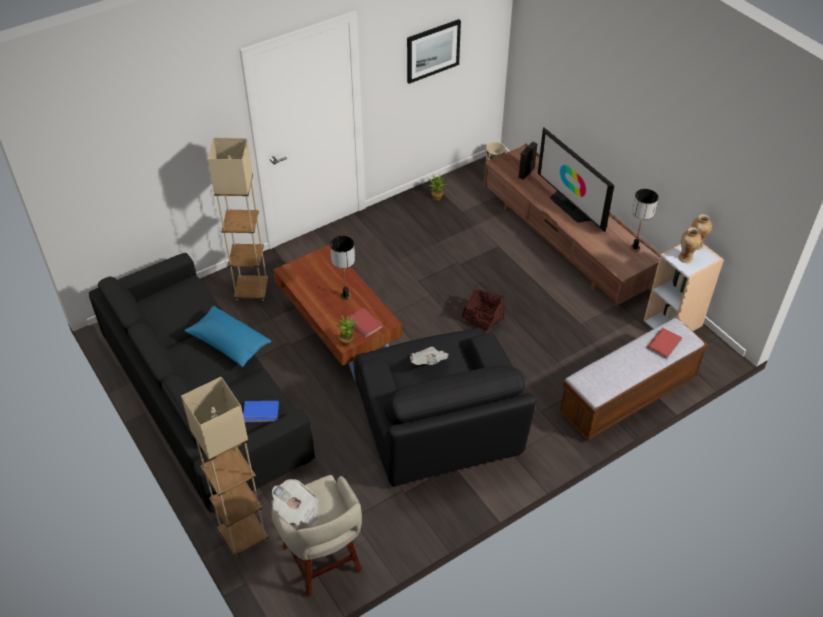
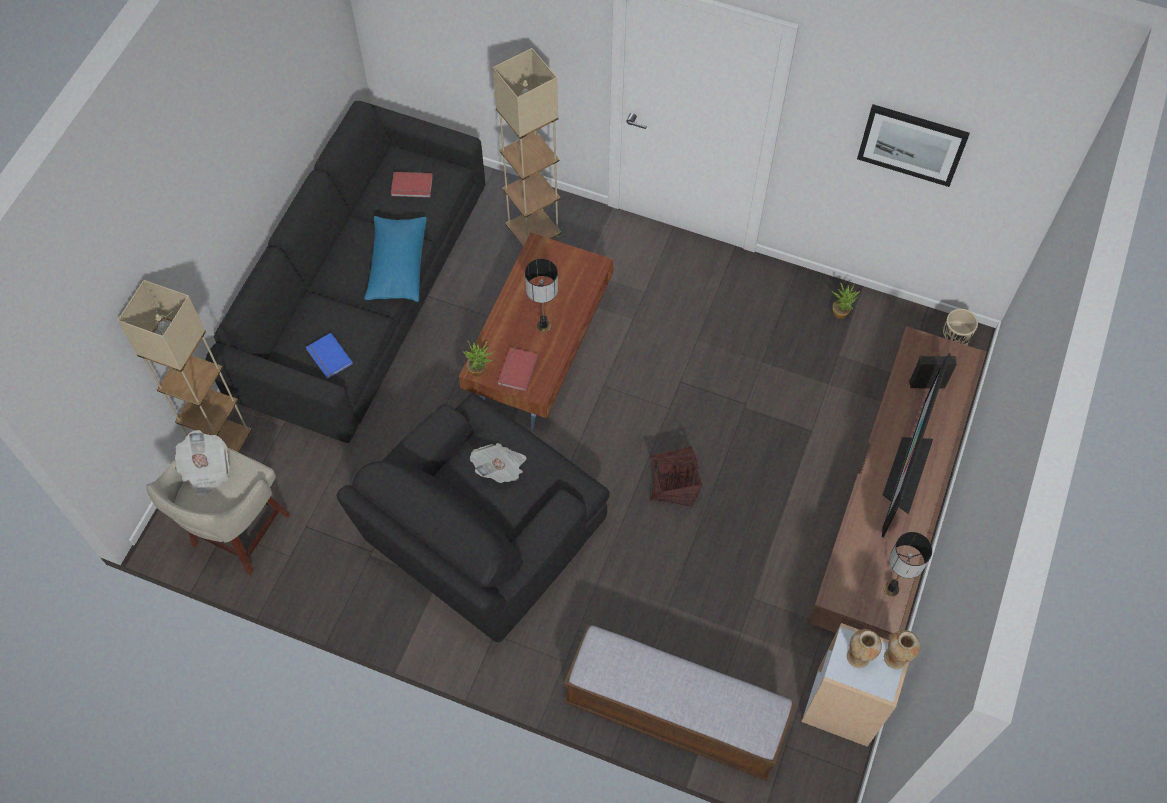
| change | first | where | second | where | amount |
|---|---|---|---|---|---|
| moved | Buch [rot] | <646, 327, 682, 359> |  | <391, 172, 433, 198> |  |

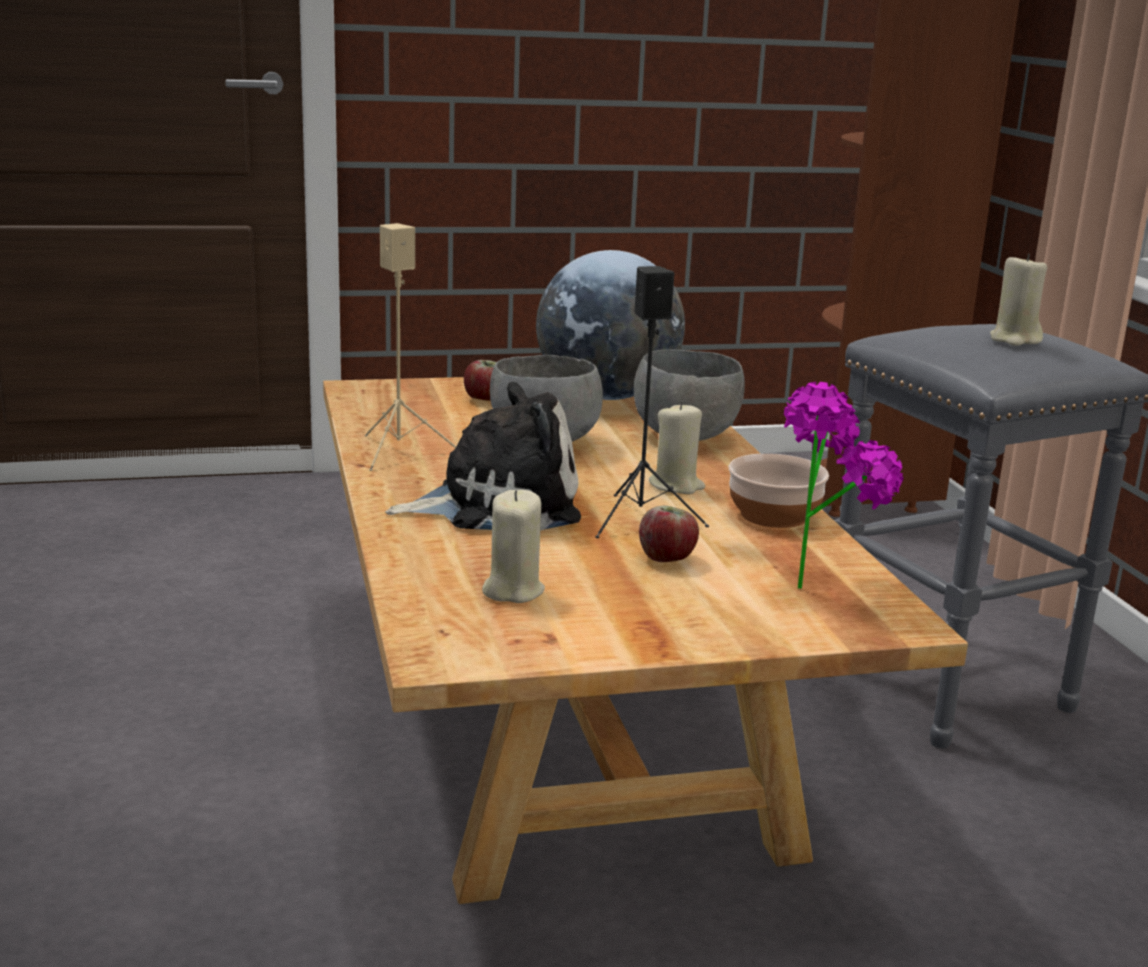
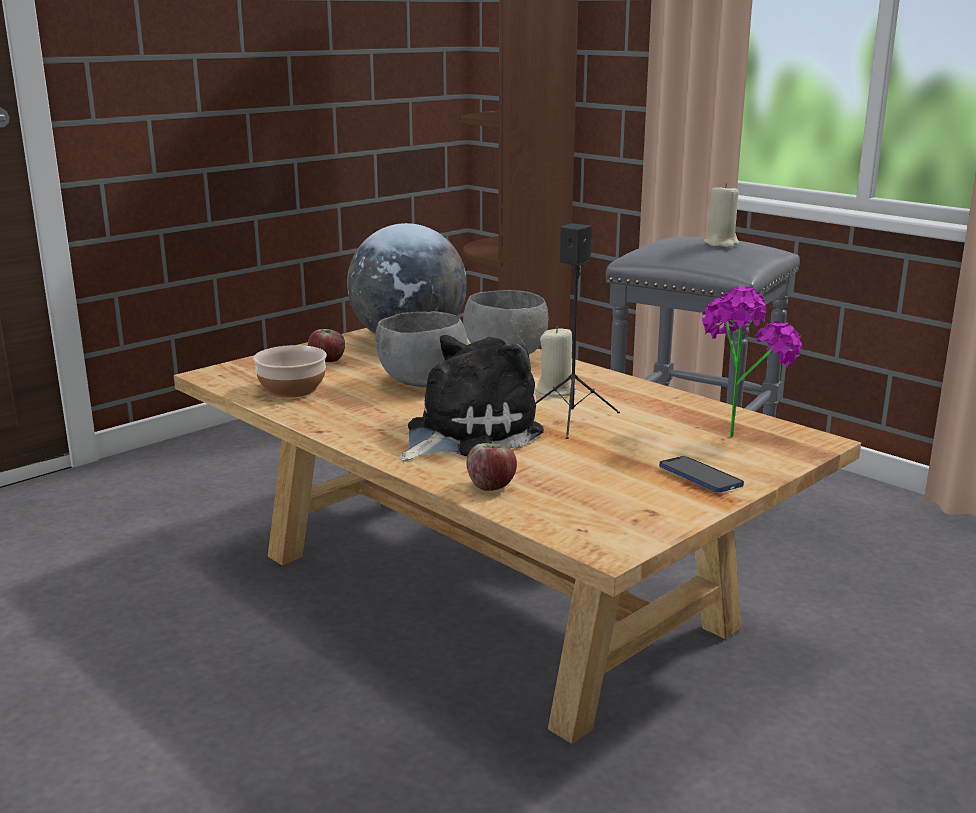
| change | first | where | second | where | amount |
|---|---|---|---|---|---|
| removed | Lautsprecher [beige] | <365, 223, 456, 471> |  |  |  |
| removed | Kerze [beige] | <482, 490, 545, 603> |  |  |  |
| moved | Apfel | <639, 506, 699, 562> |  | <466, 443, 517, 491> |  |
| moved | Schüssel | <729, 453, 829, 528> |  | <253, 345, 327, 398> |  |
| added |  |  | Handy | <659, 456, 744, 492> |  |

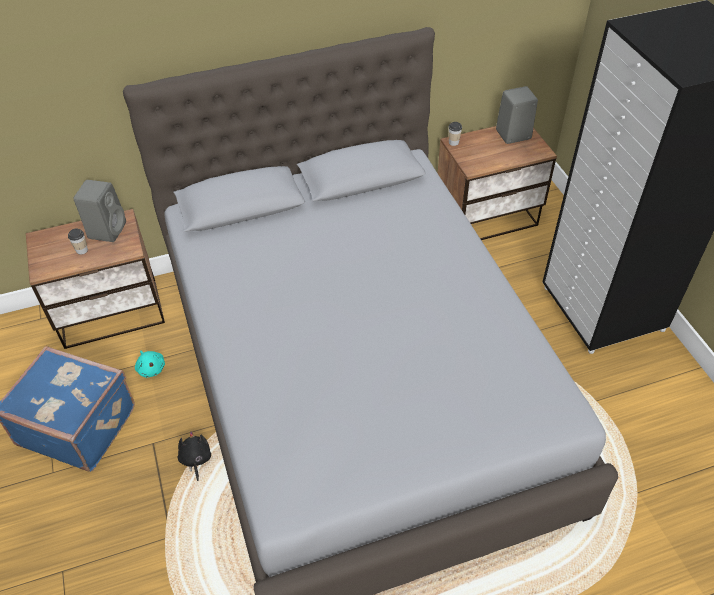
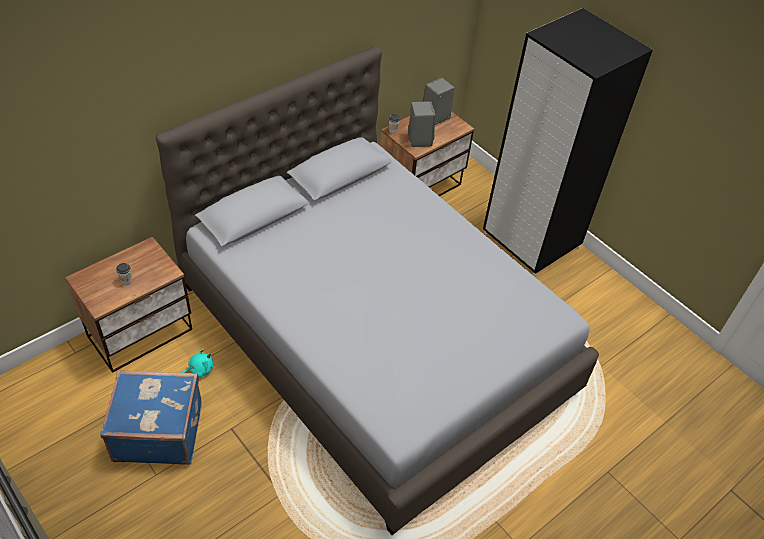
| change | first | where | second | where | amount |
|---|---|---|---|---|---|
| moved | Lautsprecher [grau] | <74, 180, 126, 242> |  | <408, 101, 435, 147> |  |
| turned | Plüschtier [türkis] | <135, 351, 165, 378> |  | <181, 349, 214, 378> | 60 degrees counterclockwise |
| removed | Plüschtier [schwarz] | <178, 432, 211, 481> |  |  |  |

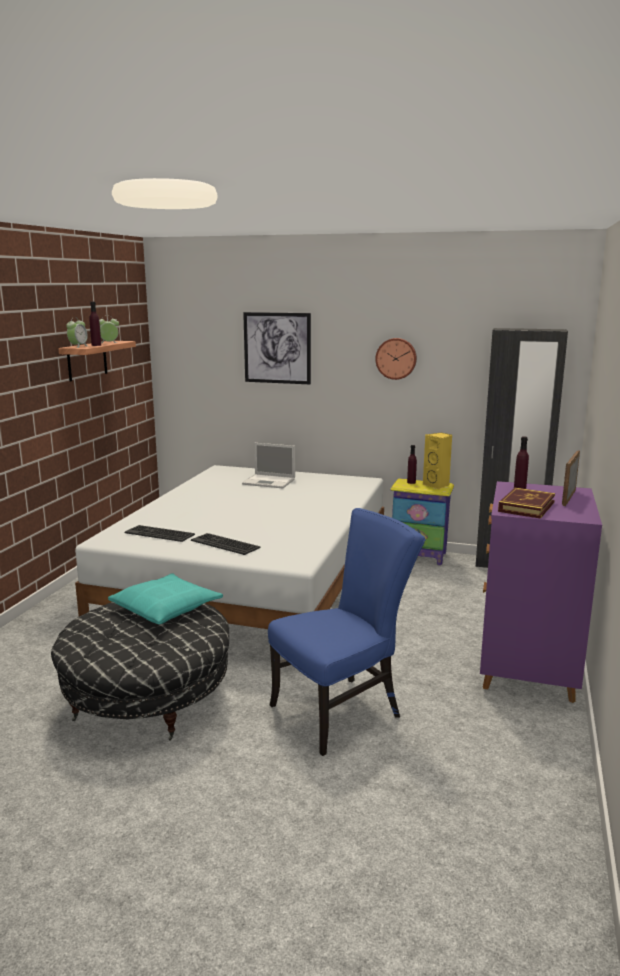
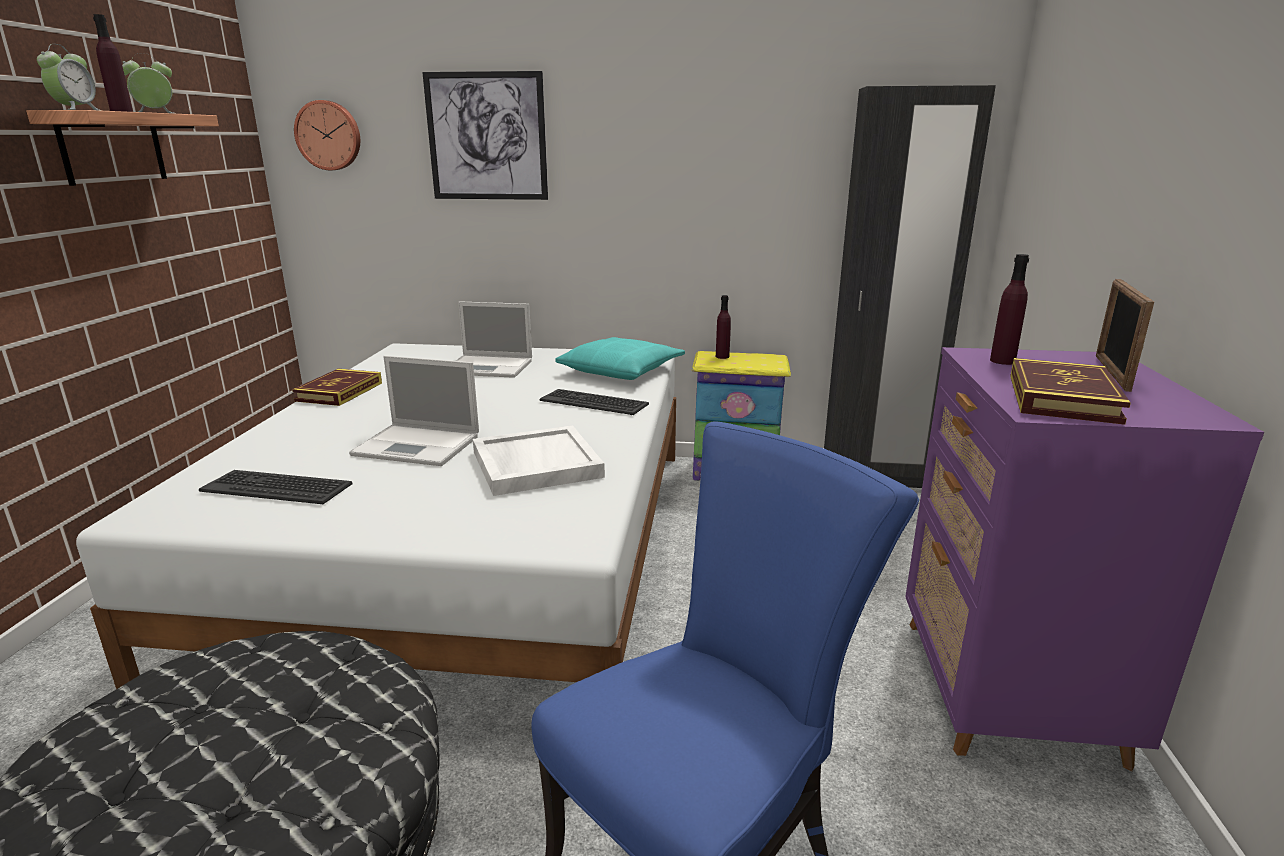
| change | first | where | second | where | amount |
|---|---|---|---|---|---|
| moved | Kissen [türkis] | <108, 573, 223, 624> |  | <555, 337, 685, 380> |  |
| moved | Tastatur | <191, 533, 261, 555> |  | <540, 389, 649, 415> |  |
| moved | Wanduhr | <375, 338, 417, 380> |  | <294, 100, 360, 170> |  |
| removed | Lautsprecher [gelb] | <423, 432, 452, 489> |  |  |  |
| added |  |  | Buch | <292, 369, 382, 406> |  |
| added |  |  | Laptop | <349, 356, 479, 466> |  |
| added |  |  | Tablett [weiß] | <473, 425, 605, 496> |  |

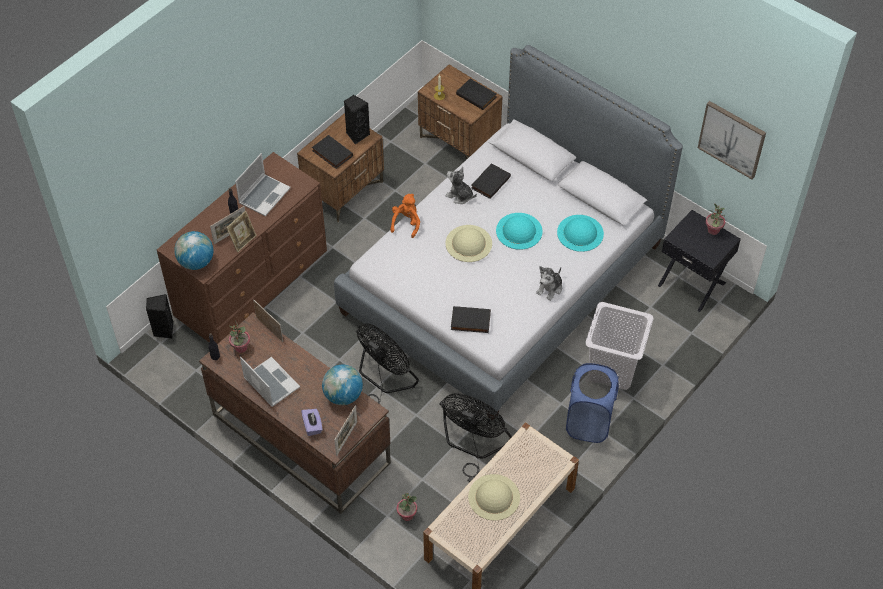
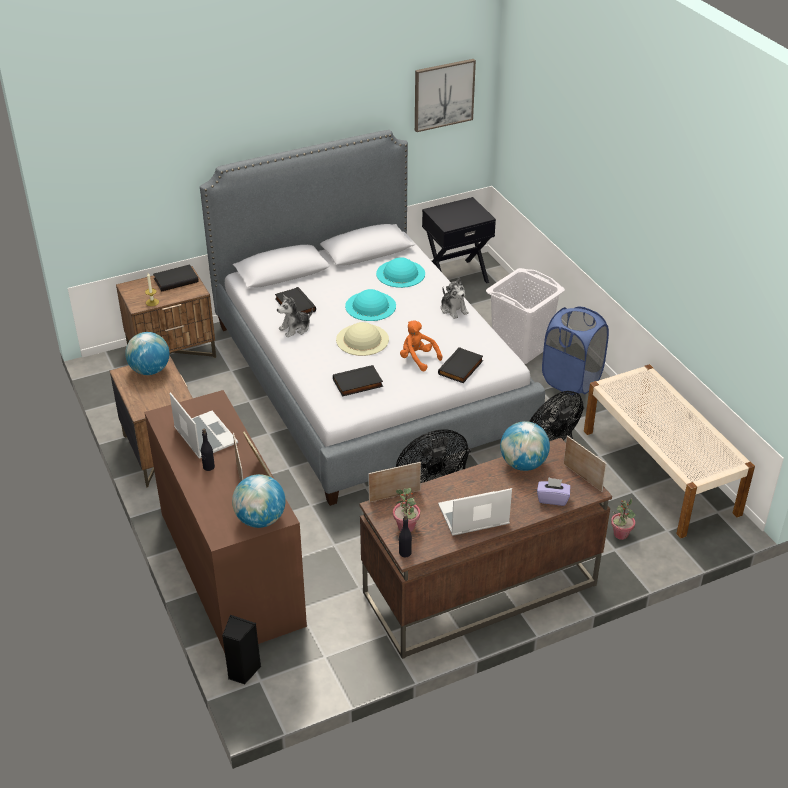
| change | first | where | second | where | amount |
|---|---|---|---|---|---|
| moved | Buch [schwarz] | <312, 135, 353, 169> |  | <333, 365, 383, 397> |  |
| replaced | Lautsprecher [schwarz] | <344, 95, 370, 144> | Globus | <125, 332, 169, 375> |  |
| moved | Plüschtier [orange] | <390, 194, 420, 238> |  | <400, 321, 443, 371> |  |
| removed | Hut [beige] | <468, 474, 520, 521> |  |  |  |
| removed | Topfpflanze | <706, 203, 725, 235> |  |  |  |

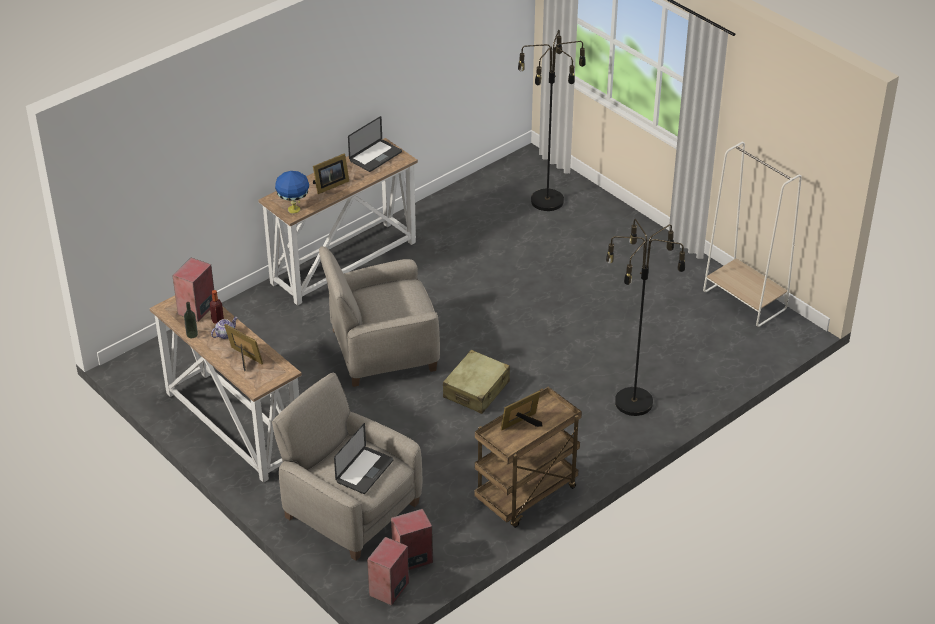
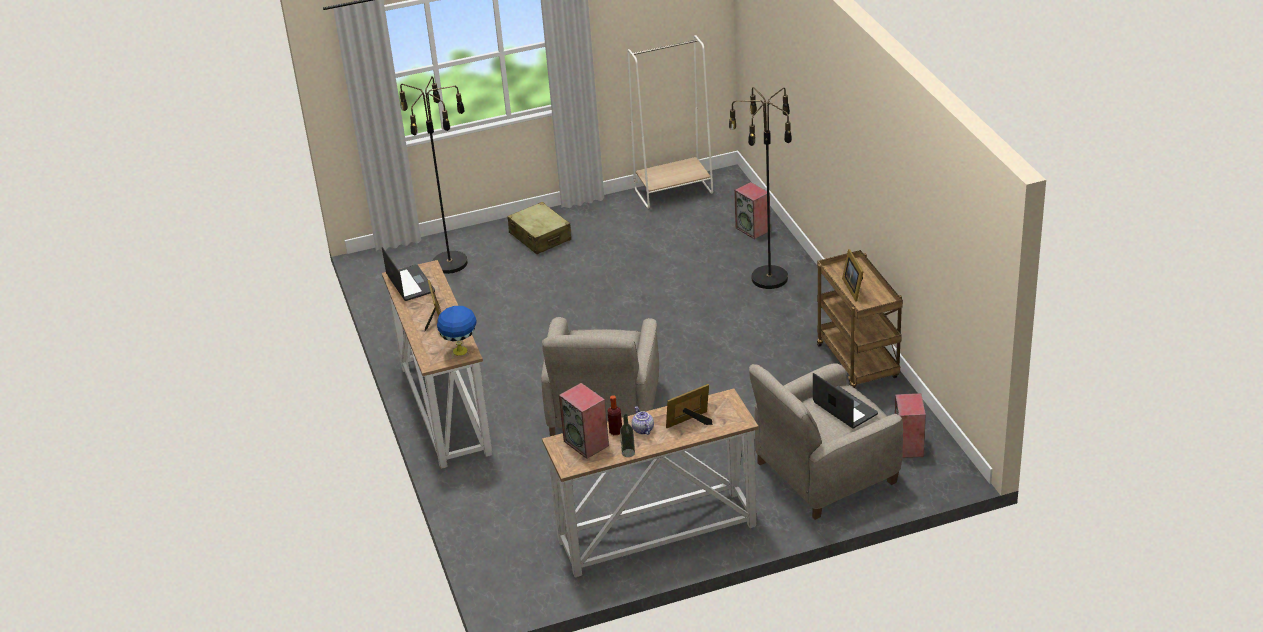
| change | first | where | second | where | amount |
|---|---|---|---|---|---|
| moved | Lautsprecher | <367, 537, 409, 606> |  | <734, 182, 771, 239> |  |
| moved | Koffer [beige] | <443, 350, 510, 414> |  | <507, 202, 571, 254> |  |

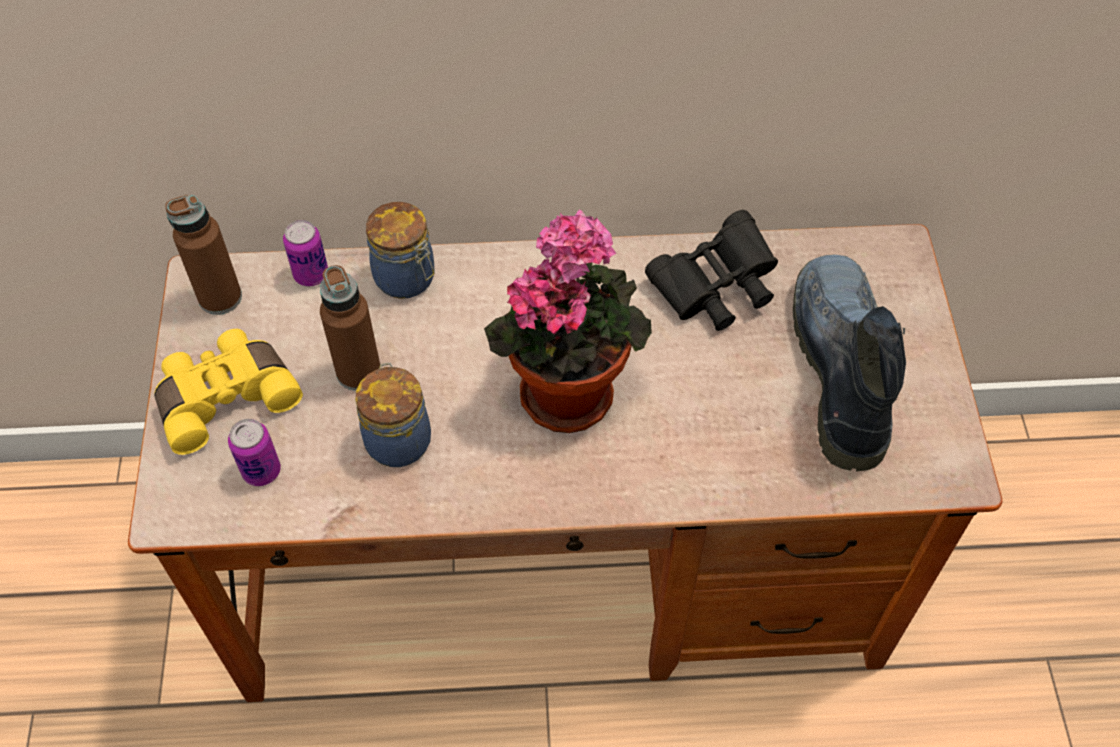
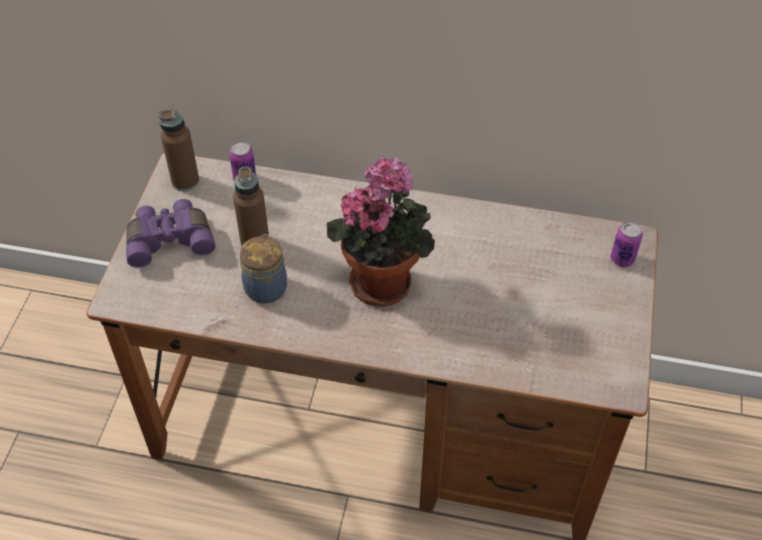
| change | first | where | second | where | amount |
|---|---|---|---|---|---|
| recoloured | Fernglas [gelb] | <155, 329, 303, 455> | Fernglas [lila] | <126, 199, 215, 268> |  |
| moved | Dose | <228, 419, 281, 486> |  | <611, 221, 643, 267> |  |
| removed | Vorratsglas | <366, 202, 435, 299> |  |  |  |
| removed | Fernglas [schwarz] | <645, 210, 778, 331> |  |  |  |
| removed | Stiefel | <793, 254, 906, 471> |  |  |  |

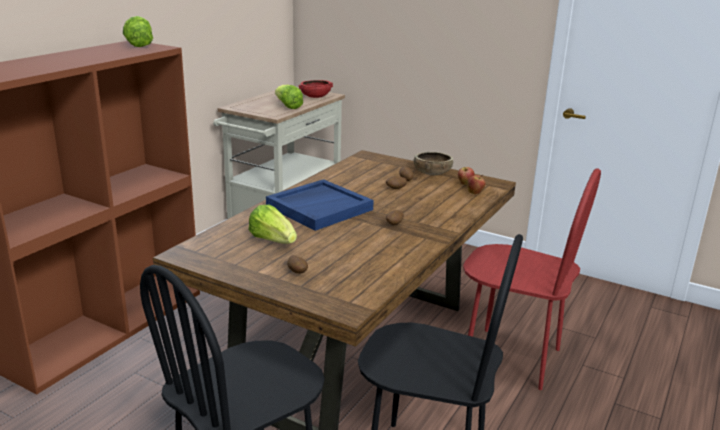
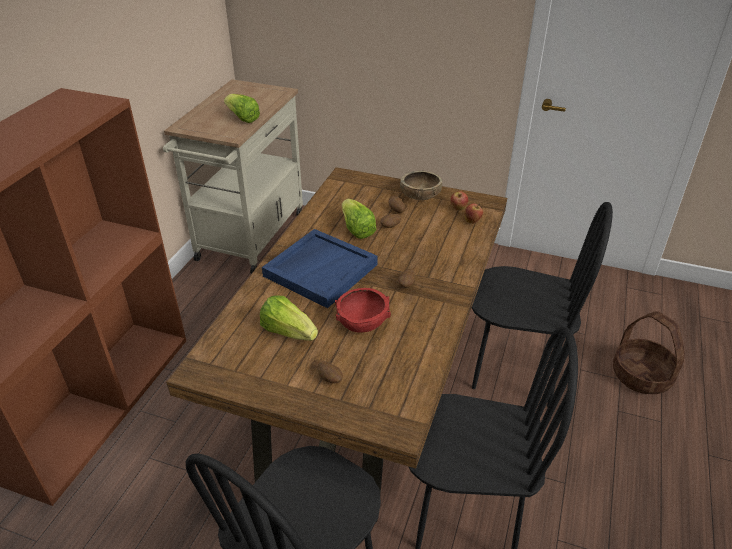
| change | first | where | second | where | amount |
|---|---|---|---|---|---|
| moved | Salatkopf | <123, 16, 153, 47> |  | <342, 199, 377, 239> |  |
| moved | Schüssel [rot] | <299, 80, 333, 98> |  | <335, 288, 391, 332> |  |
| recoloured | Stuhl [rot] | <463, 168, 601, 390> | Stuhl [schwarz] | <472, 202, 613, 407> |  |
| added |  |  | Korb | <613, 311, 685, 394> |  |

